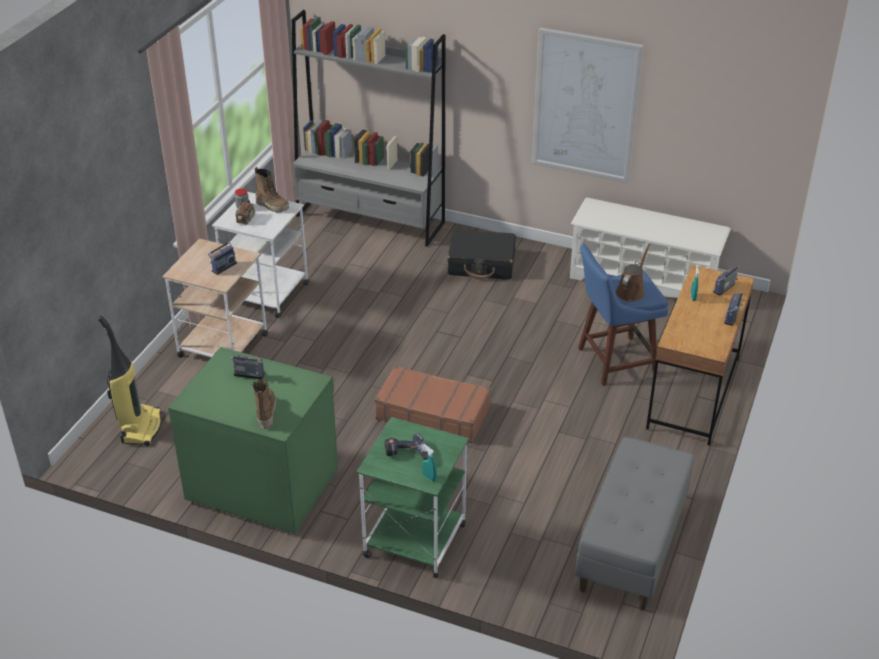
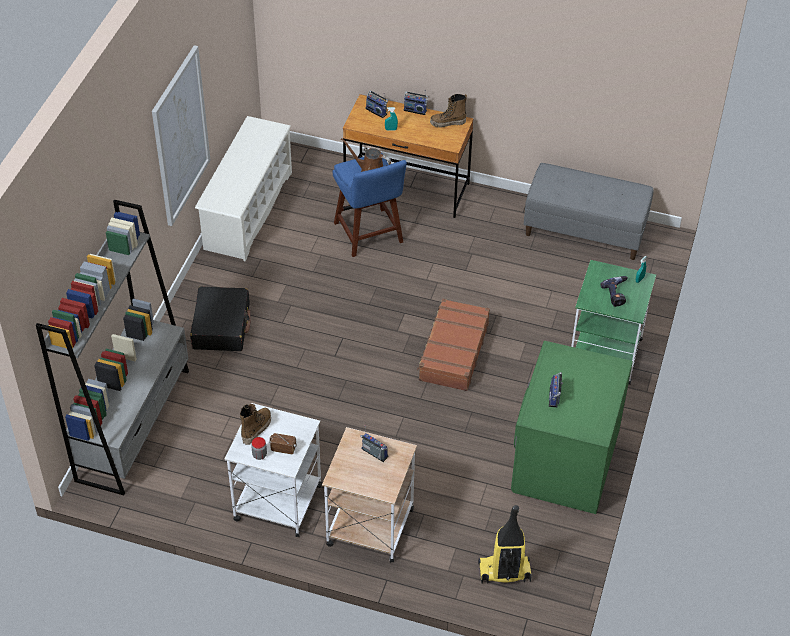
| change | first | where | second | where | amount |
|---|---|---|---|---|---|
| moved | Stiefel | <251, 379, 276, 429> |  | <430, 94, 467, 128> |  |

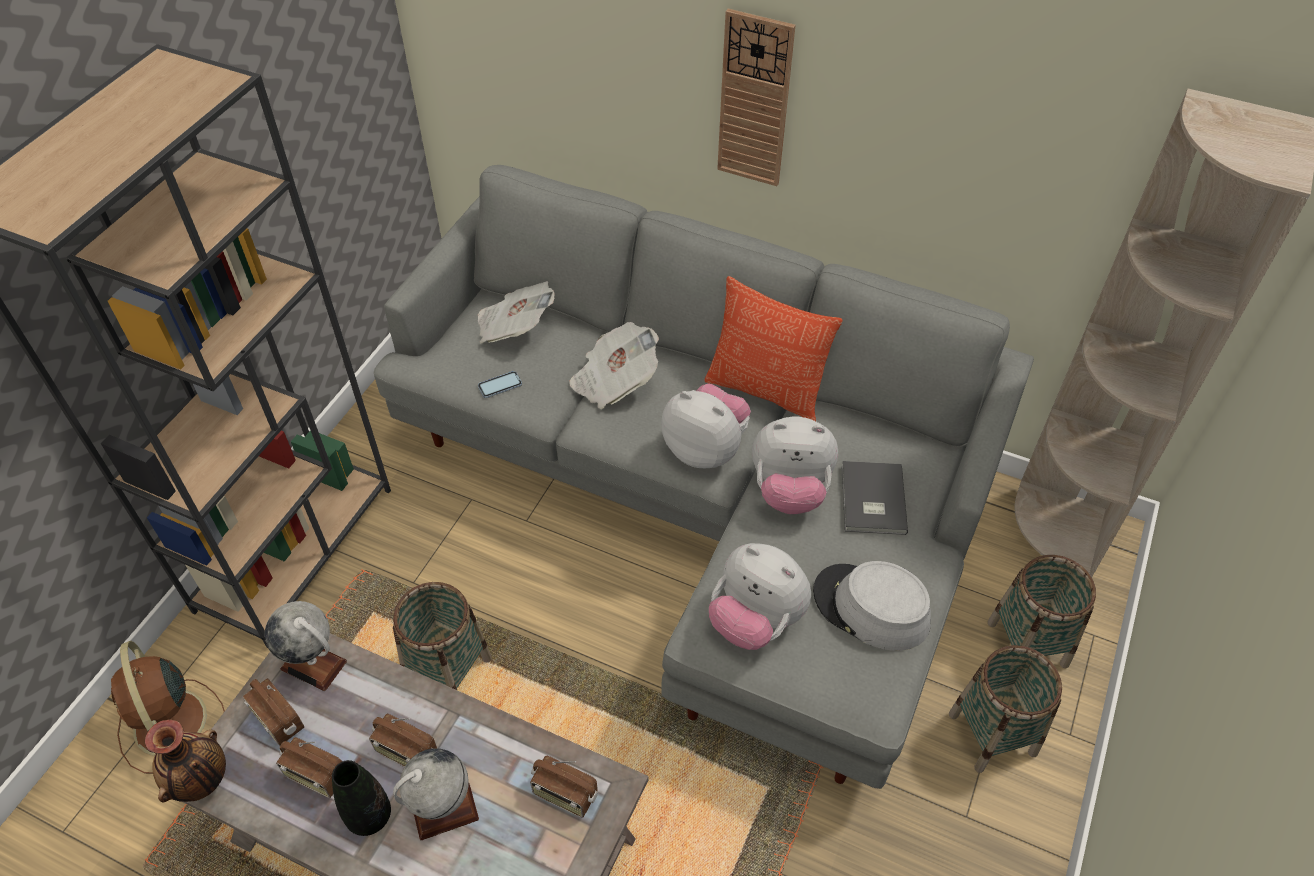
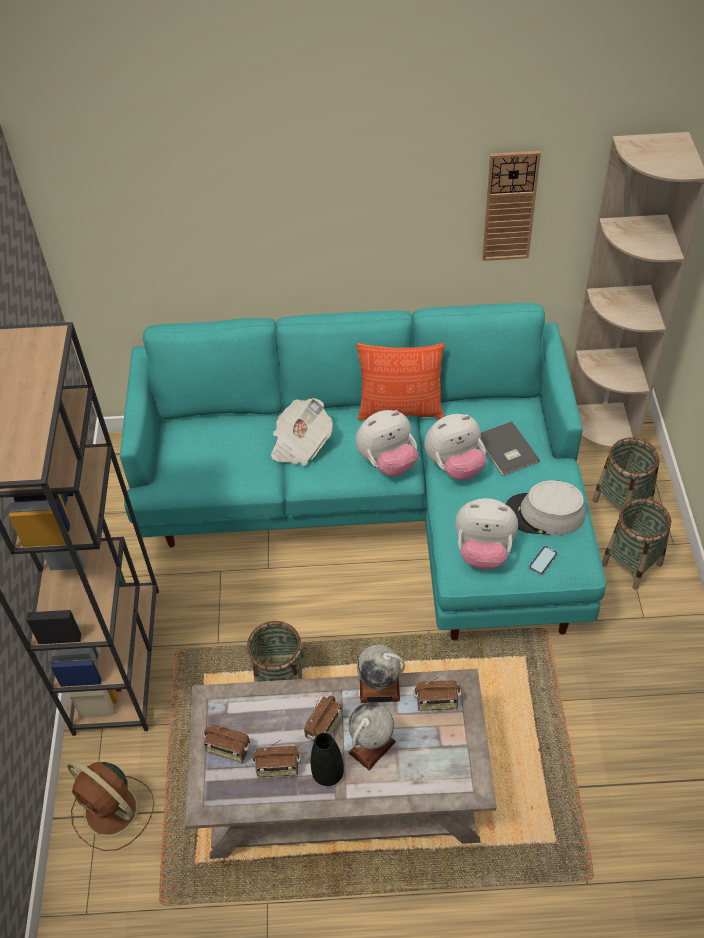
| change | first | where | second | where | amount |
|---|---|---|---|---|---|
| removed | Vase | <145, 720, 226, 802> |  |  |  |
| moved | Globus | <265, 601, 347, 691> |  | <357, 645, 405, 703> |  |
| turned | Radio | <369, 714, 437, 767> |  | <304, 695, 342, 741> | 60 degrees counterclockwise |
| recoloured | Sofa [grau] | <374, 165, 1034, 789> | Sofa [türkis] | <120, 303, 606, 641> |  |
| removed | Zeitung | <478, 281, 555, 343> |  |  |  |
| moved | Handy | <478, 371, 522, 398> |  | <529, 546, 558, 575> |  |
| turned | Plüschtier | <662, 383, 751, 468> |  | <356, 410, 418, 476> | 150 degrees clockwise |
| moved | Wanduhr | <717, 9, 796, 186> |  | <482, 151, 541, 261> |  |

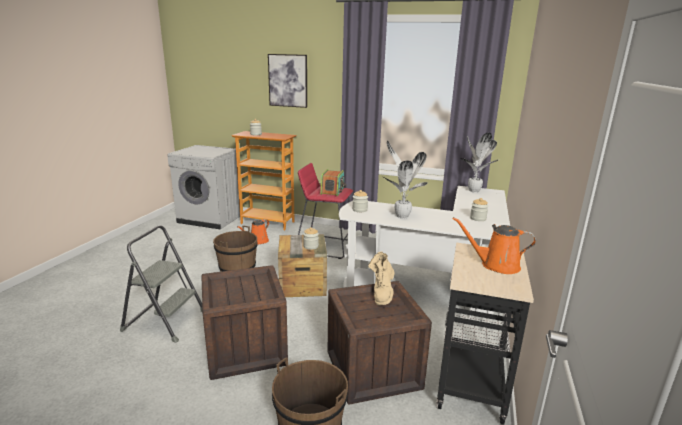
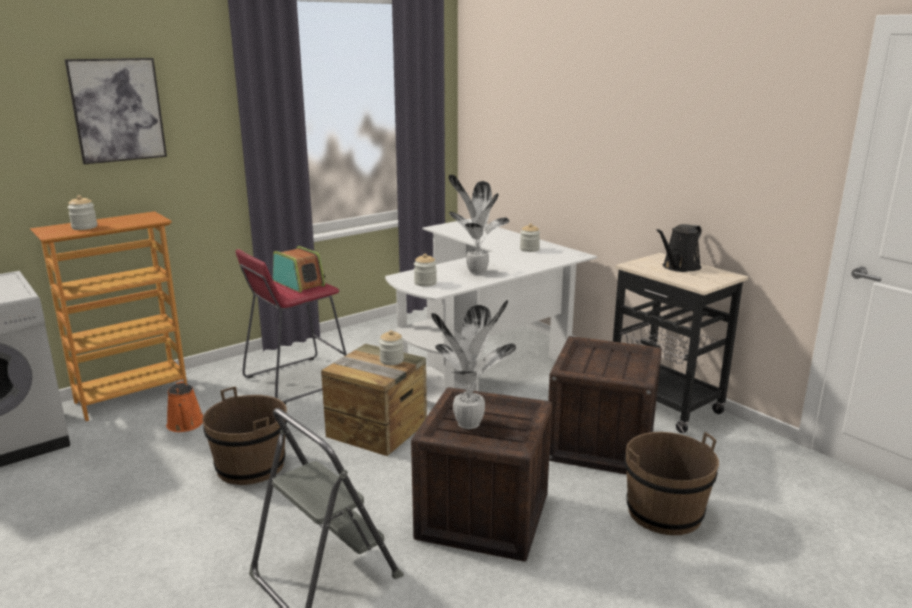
| change | first | where | second | where | amount |
|---|---|---|---|---|---|
| removed | Stiefel [beige] | <368, 251, 395, 305> |  |  |  |
| recoloured | Gießkanne [orange] | <453, 217, 536, 274> | Gießkanne [schwarz] | <656, 224, 701, 272> |  |
| moved | Topfpflanze | <460, 133, 500, 193> |  | <431, 300, 516, 429> |  |

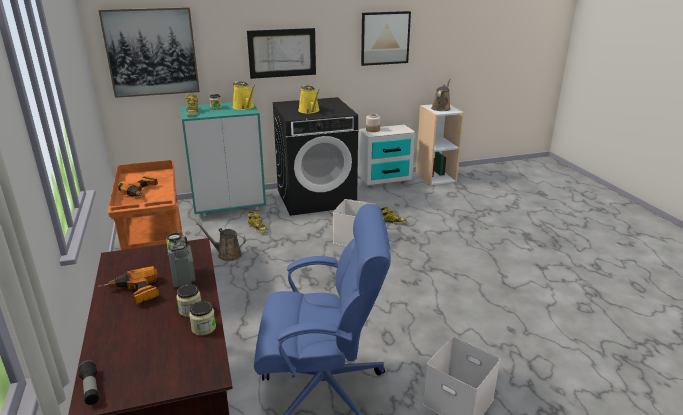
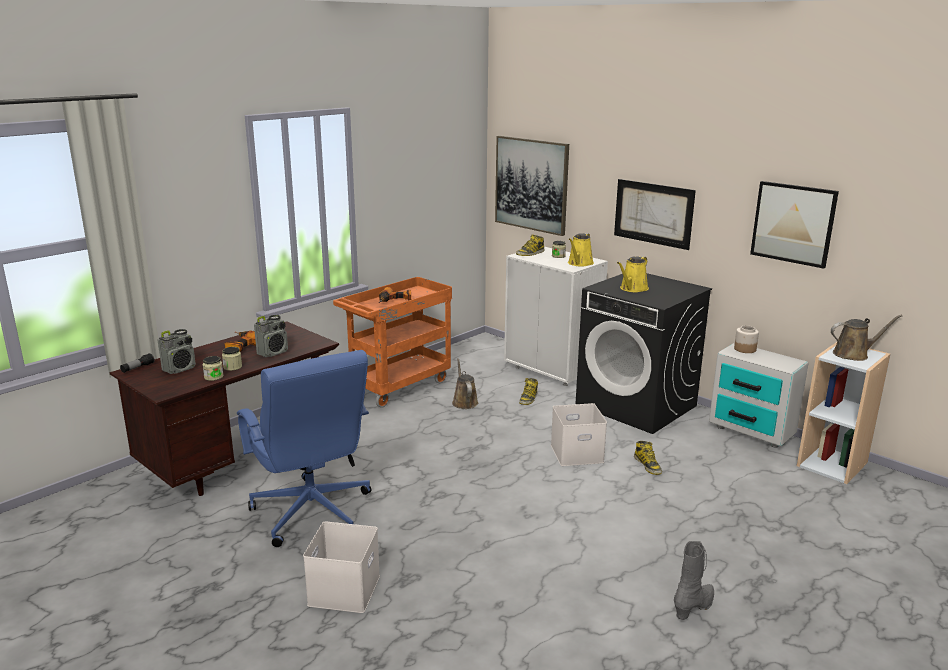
| change | first | where | second | where | amount |
|---|---|---|---|---|---|
| recoloured | Schrank [türkis] | <180, 102, 266, 217> | Schrank [weiß] | <504, 247, 608, 386> |  |
| added |  |  | Radio | <158, 329, 196, 374> |  |
| added |  |  | Stiefel [grau] | <674, 541, 714, 620> |  |

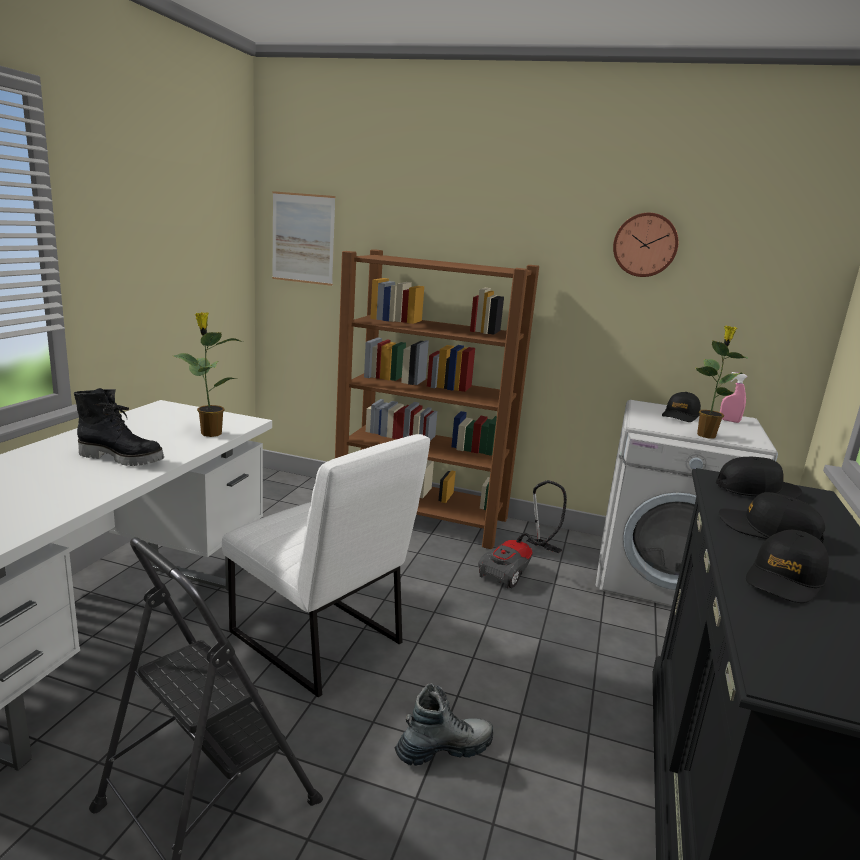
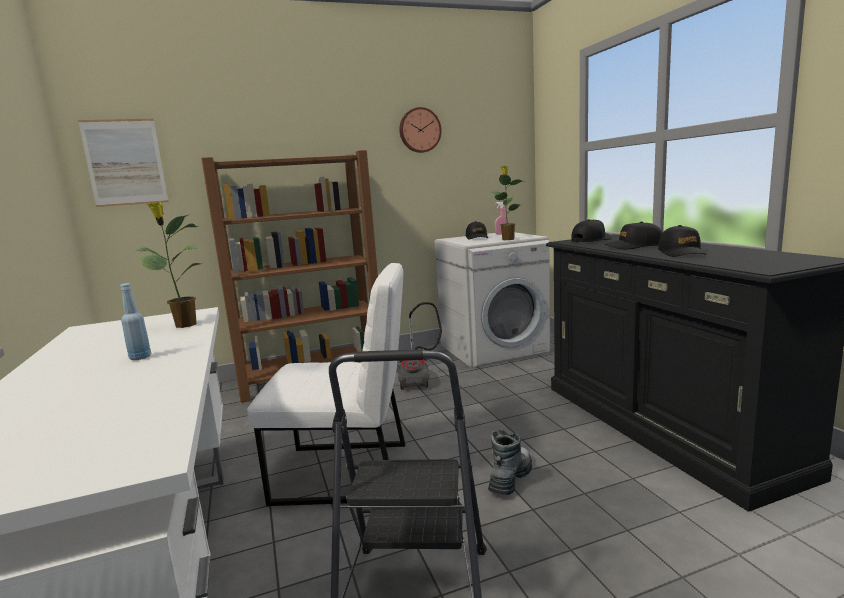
| change | first | where | second | where | amount |
|---|---|---|---|---|---|
| replaced | Stiefel [schwarz] | <74, 388, 164, 466> | Flasche [blau] | <120, 283, 151, 360> |  |

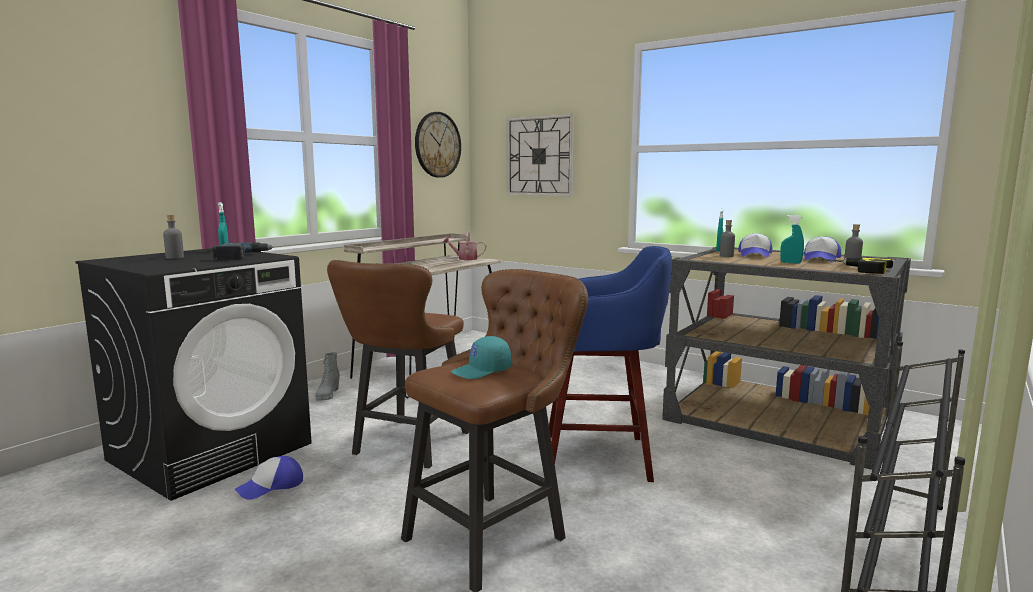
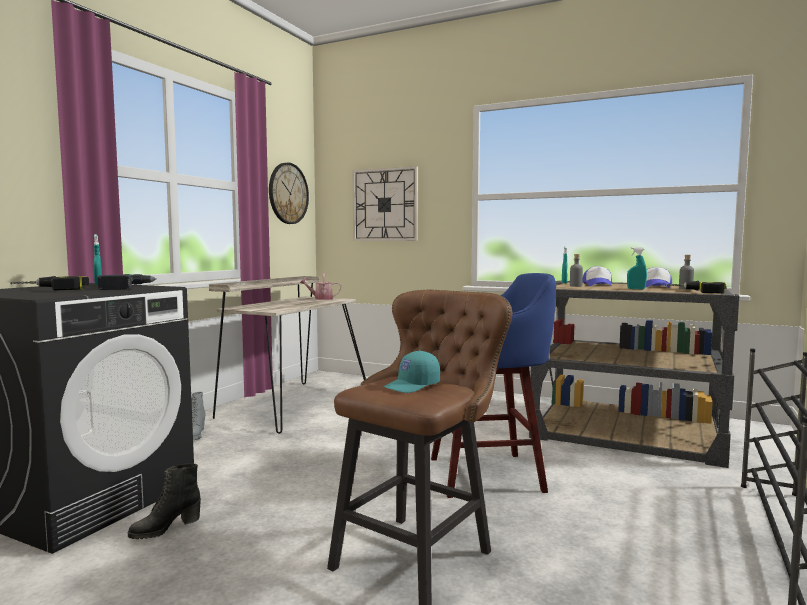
| change | first | where | second | where | amount |
|---|---|---|---|---|---|
| replaced | Flasche [grau] | <163, 214, 184, 259> | Bohrmaschine | <11, 276, 89, 291> |  |
| replaced | Kappe | <235, 456, 303, 500> | Stiefel [schwarz] | <128, 464, 201, 539> |  |
| removed | Hocker [braun] | <327, 260, 469, 468> |  |  |  |

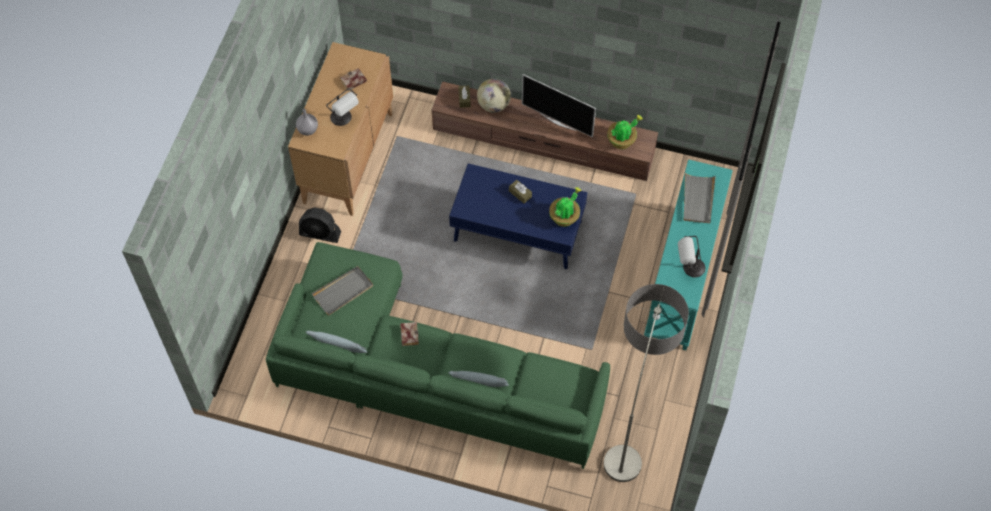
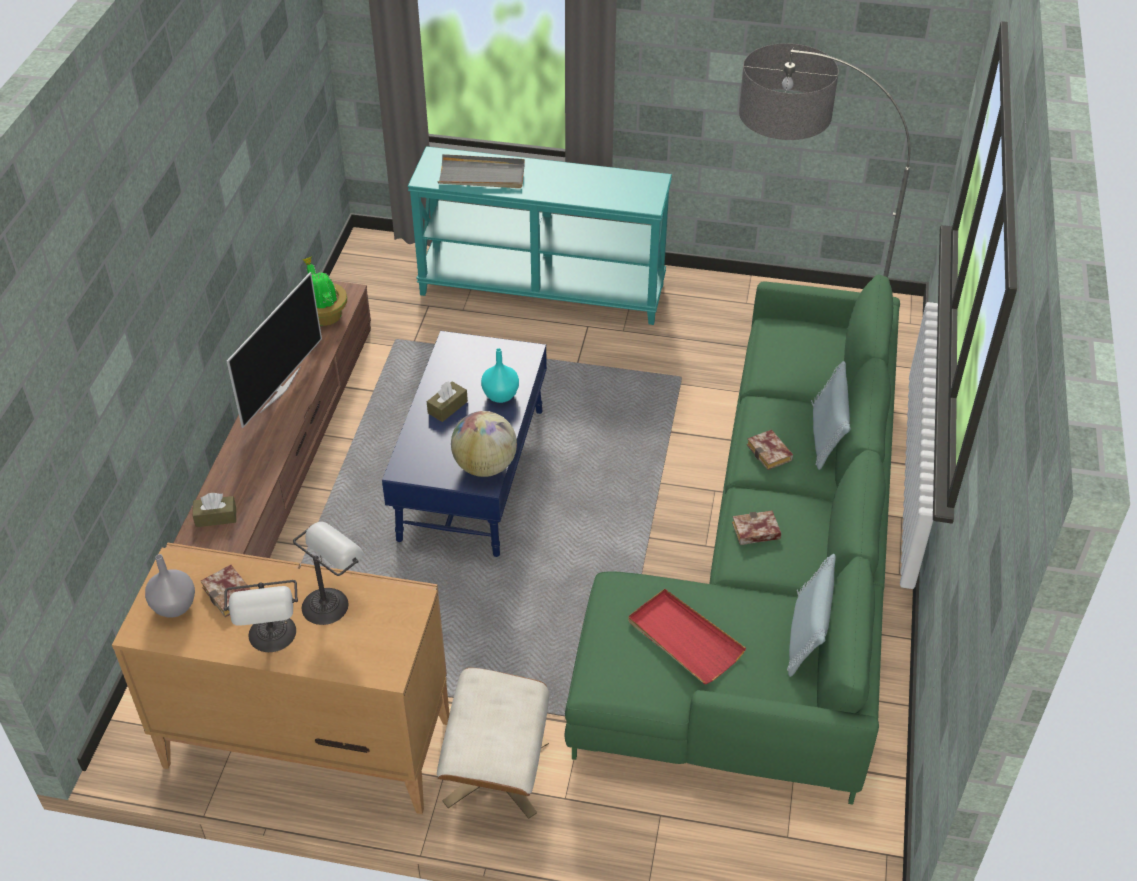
| change | first | where | second | where | amount |
|---|---|---|---|---|---|
| moved | Vase [grau] | <296, 108, 318, 136> |  | <145, 554, 195, 618> |  |
| replaced | Ventilator [schwarz] | <299, 207, 341, 243> | Polsterhocker [beige] | <437, 668, 549, 819> |  |
| recoloured | Tablett [grau] | <311, 266, 373, 315> | Tablett [rot] | <628, 589, 746, 684> |  |
| moved | Globus | <477, 78, 511, 113> |  | <451, 411, 517, 477> |  |
| removed | Topfpflanze | <549, 187, 581, 227> |  |  |  |
| moved | Tischlampe | <678, 236, 706, 277> |  | <224, 580, 298, 652> |  |
| added |  |  | Vase [türkis] | <481, 348, 519, 403> |  |
| added |  |  | Buch | <747, 429, 793, 470> |  |

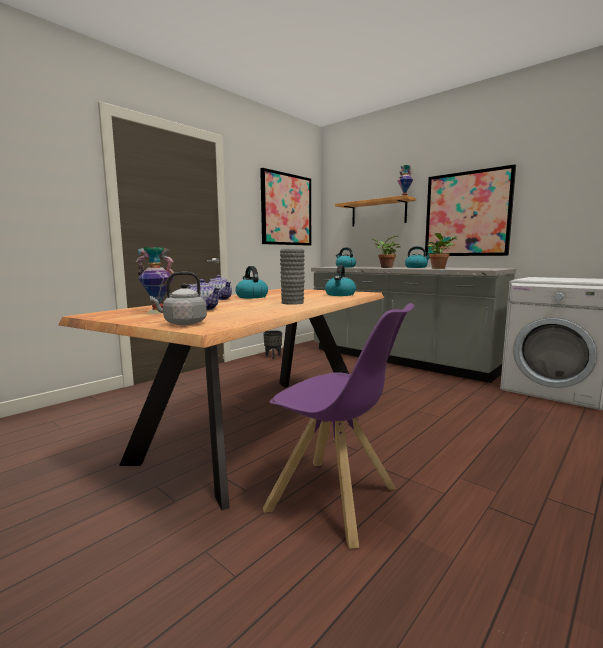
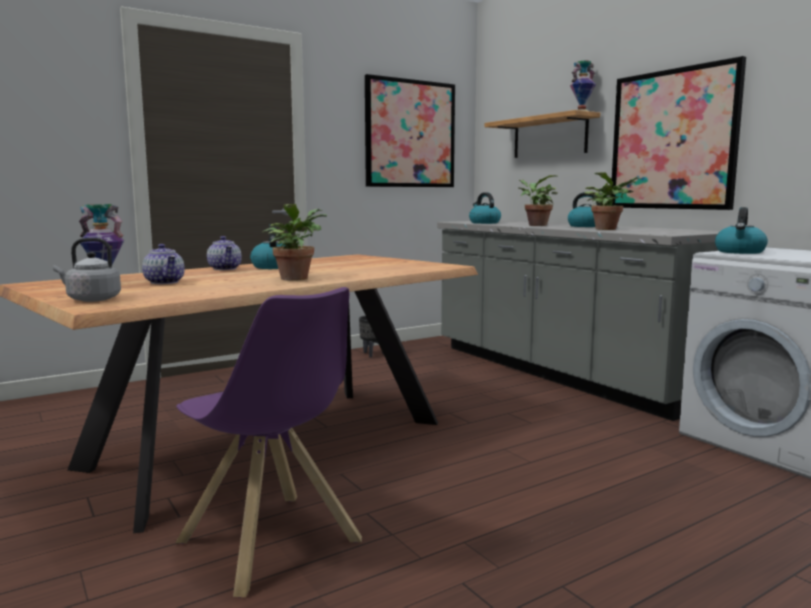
| change | first | where | second | where | amount |
|---|---|---|---|---|---|
| replaced | Vase [grau] | <280, 248, 305, 305> | Topfpflanze | <263, 204, 327, 281> |  |
| moved | Wasserkessel | <325, 265, 356, 296> |  | <715, 207, 768, 254> |  |

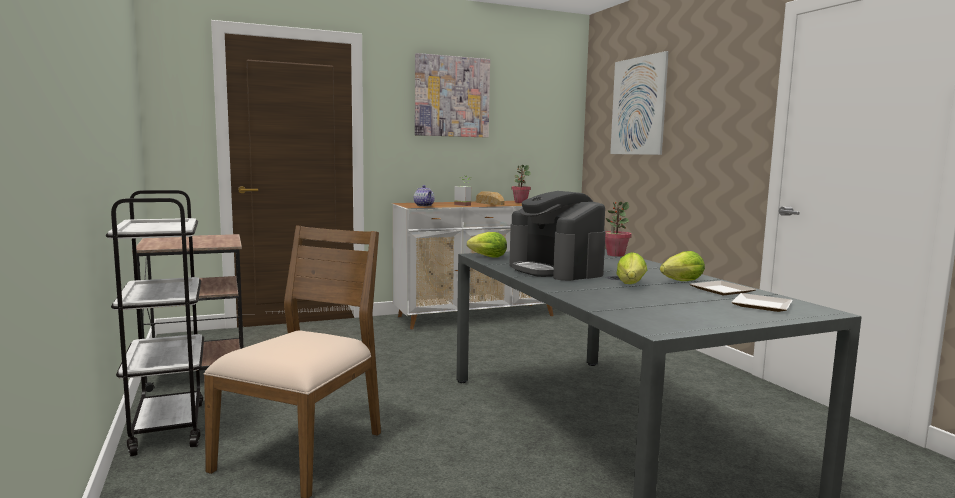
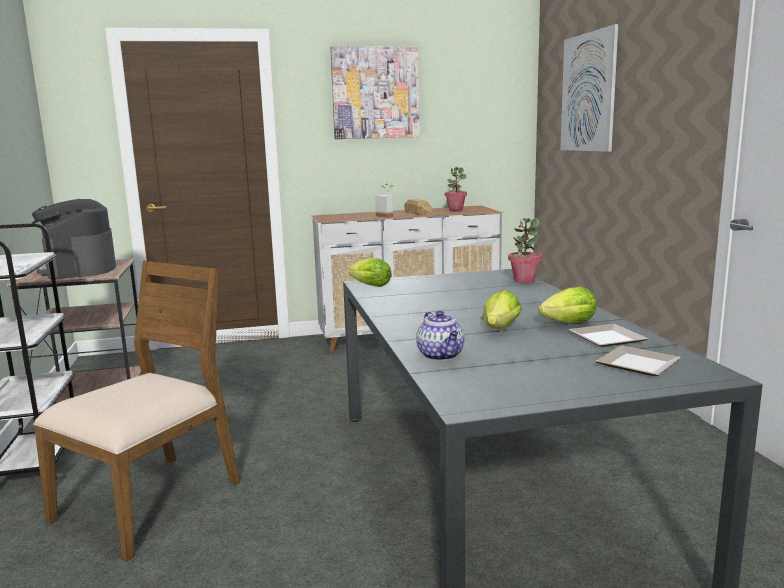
| change | first | where | second | where | amount |
|---|---|---|---|---|---|
| moved | Teekanne | <414, 185, 435, 206> |  | <416, 311, 465, 361> |  |
| moved | Kaffeemaschine | <509, 191, 606, 281> |  | <32, 199, 116, 279> |  |

